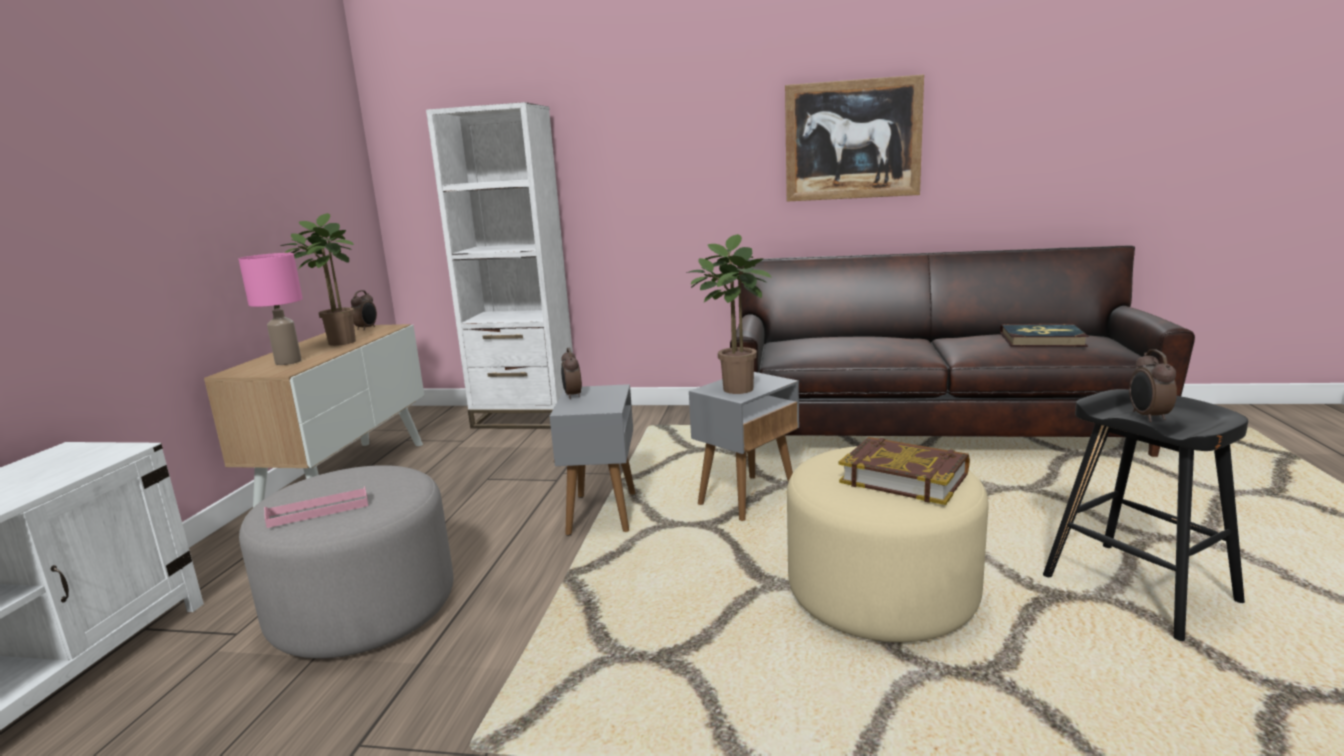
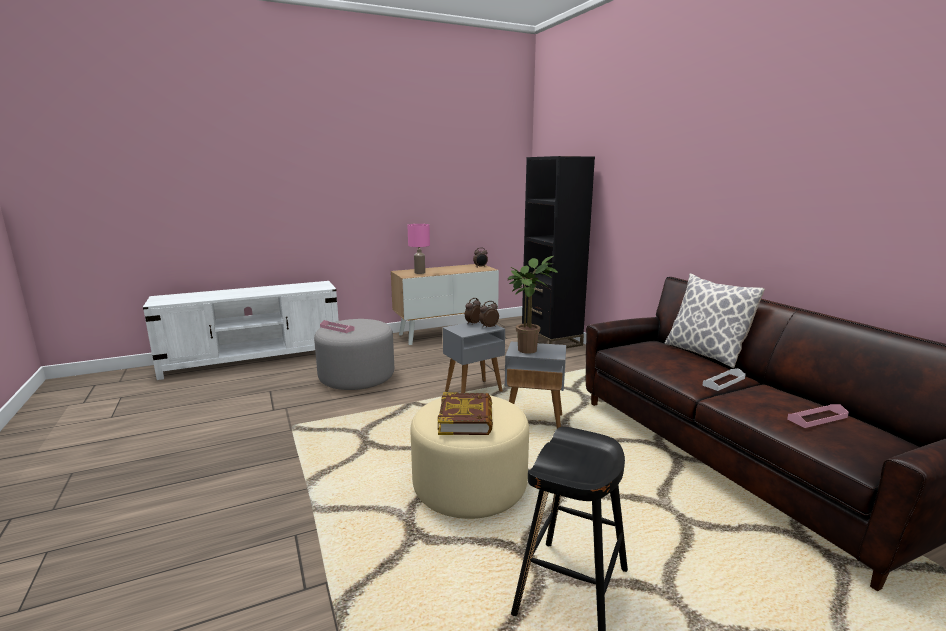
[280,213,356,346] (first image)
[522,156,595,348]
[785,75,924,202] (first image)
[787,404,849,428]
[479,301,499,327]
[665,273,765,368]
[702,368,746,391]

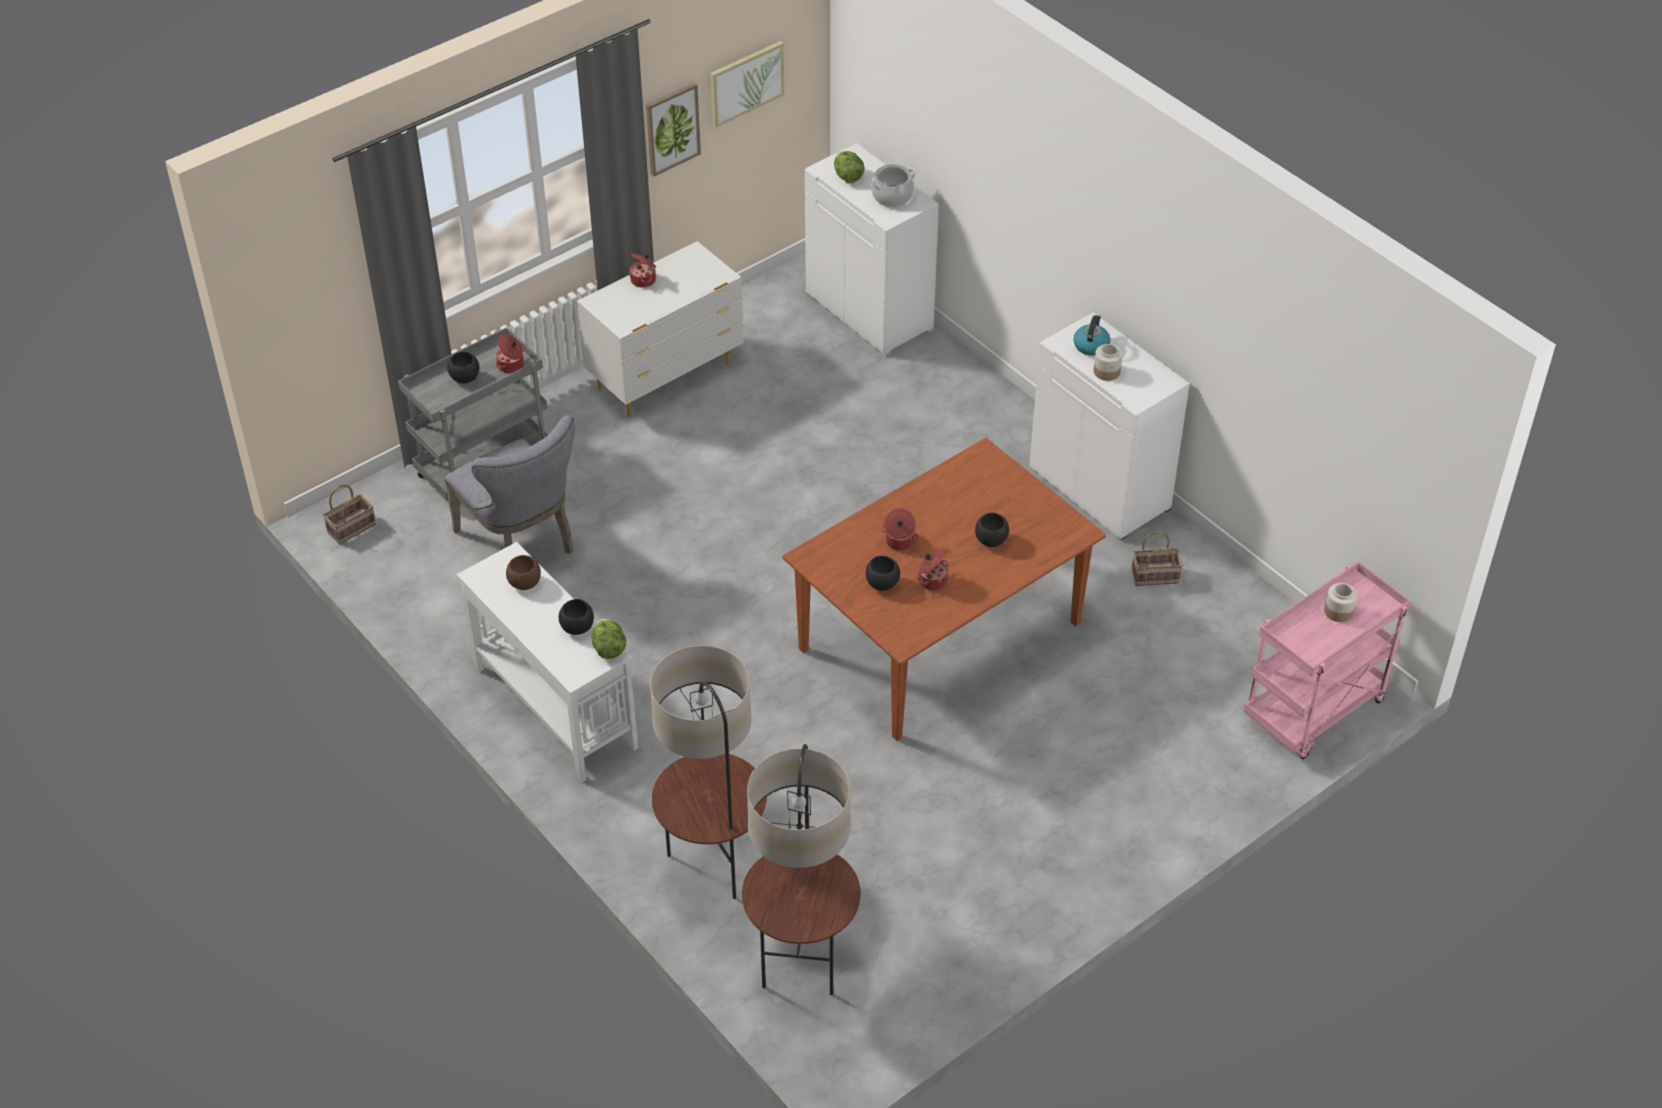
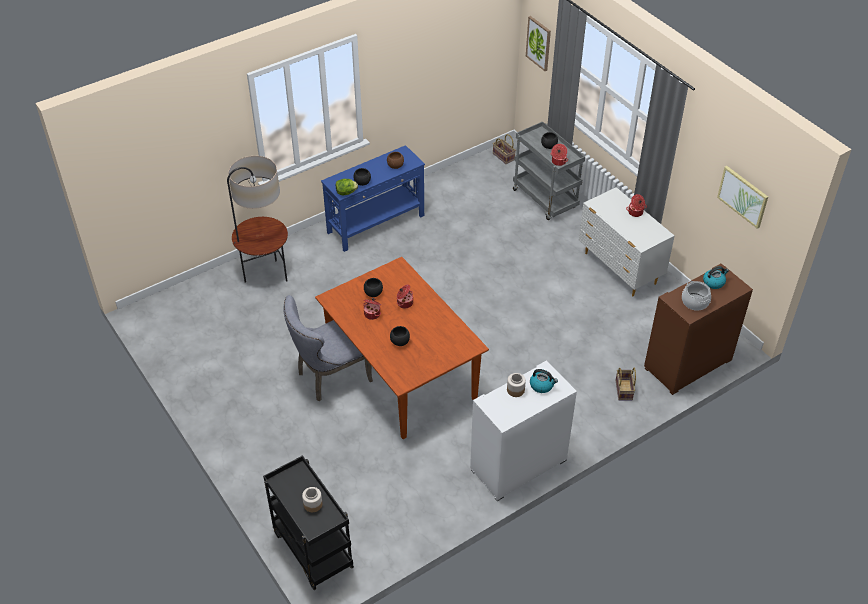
[283,295,373,401]
[321,145,425,252]
[526,16,551,71]
[742,744,861,995] (first image)
[644,264,753,395]
[703,266,729,289]
[616,368,636,401]
[263,455,354,590]

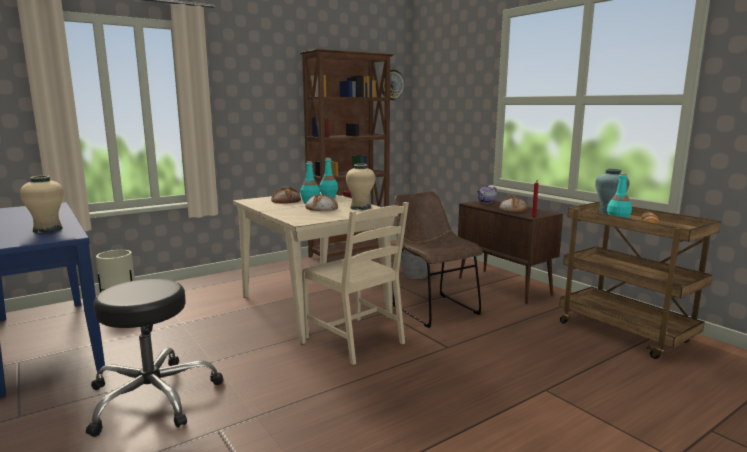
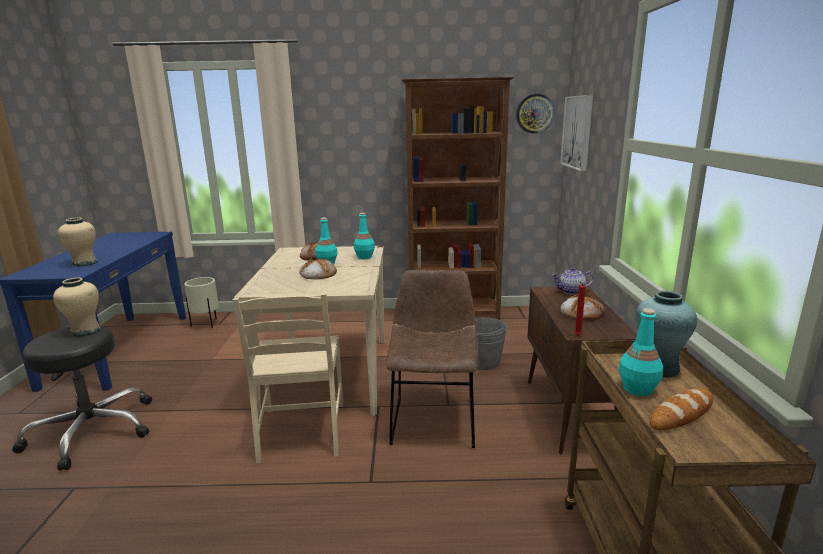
[53,277,100,337]
[560,95,593,171]

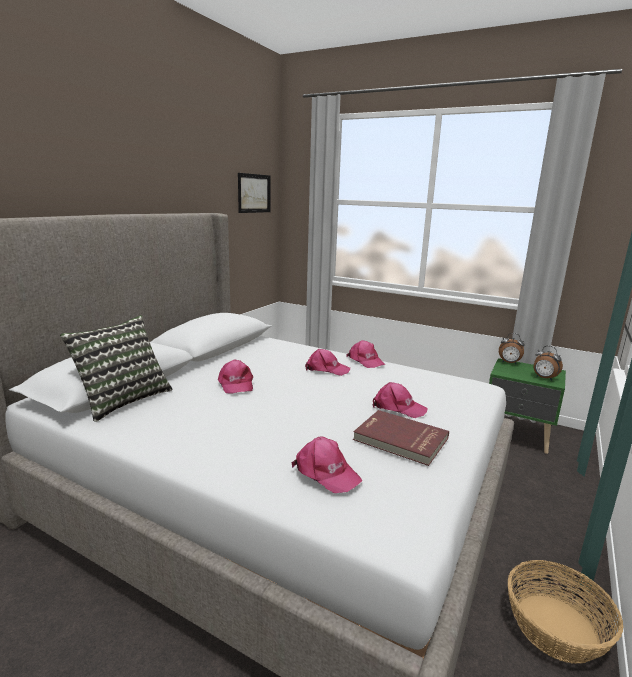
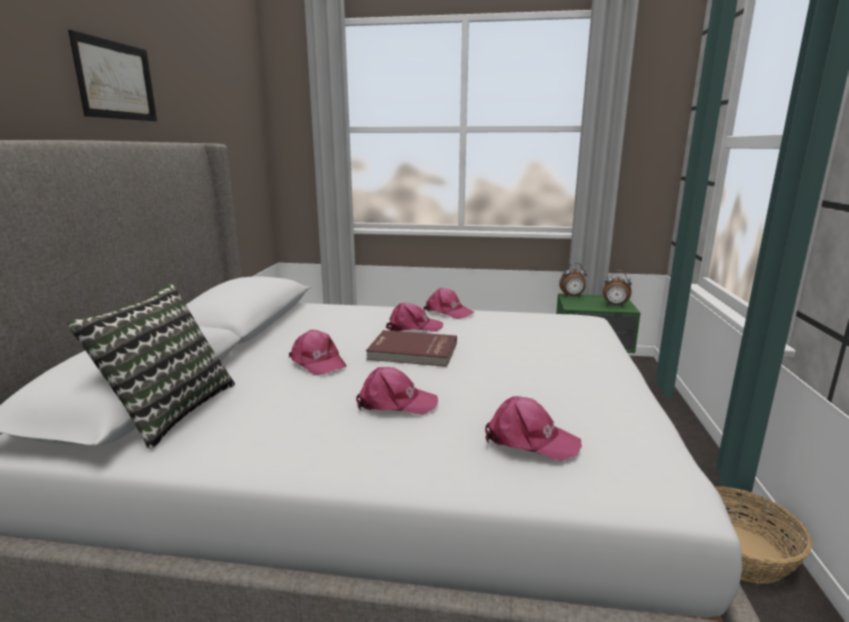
[68,30,157,121]
[366,330,457,367]
[356,367,438,415]

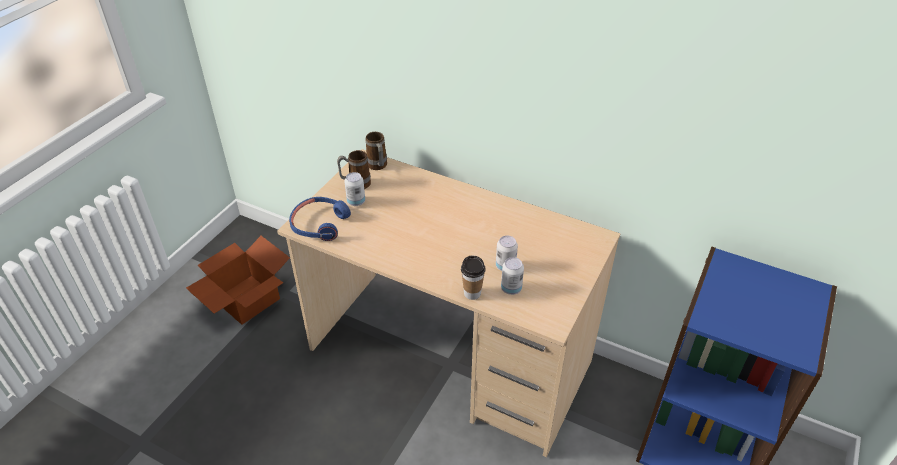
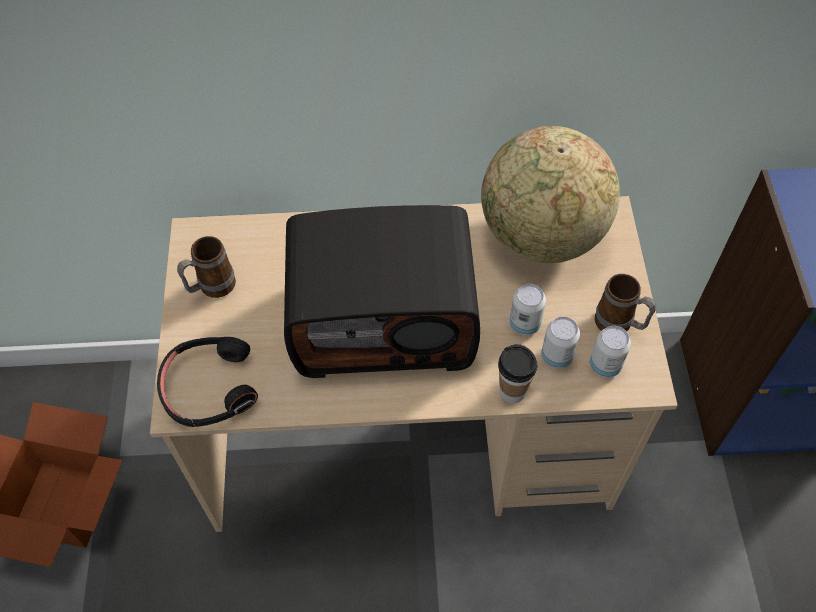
[157,337,258,427]
[590,326,631,378]
[595,274,656,332]
[284,205,480,378]
[481,126,620,263]

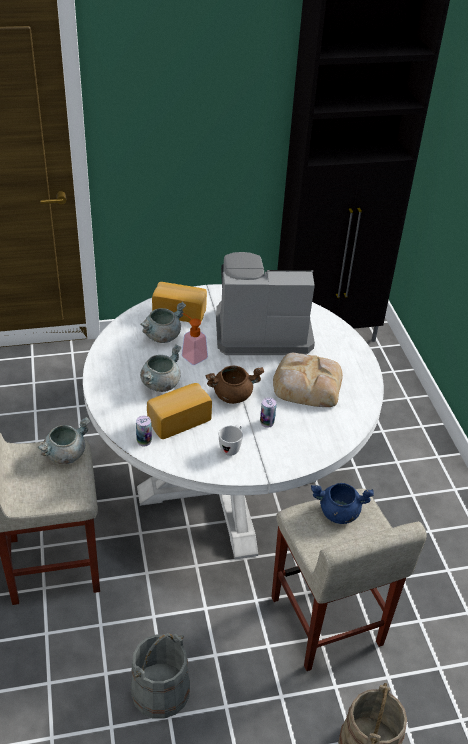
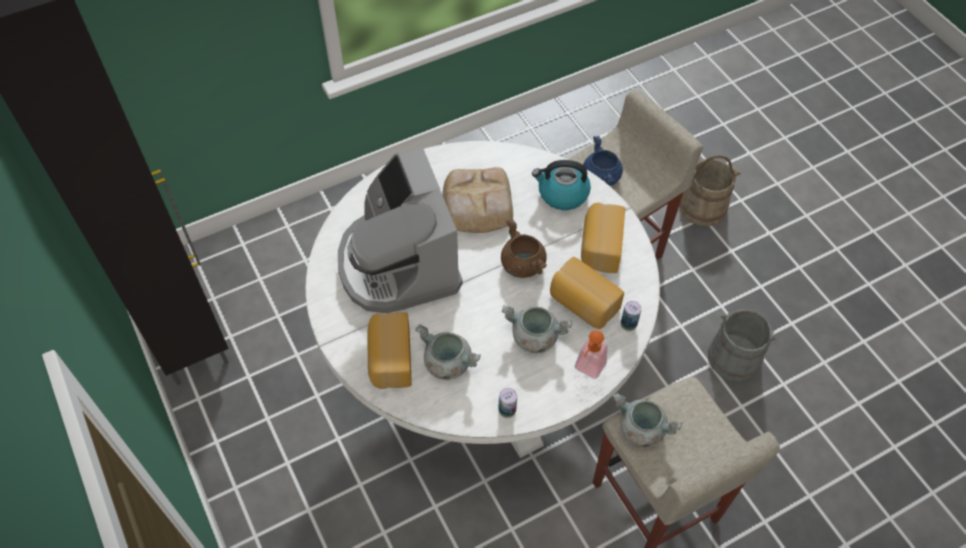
[574,331,608,379]
[581,203,625,273]
[498,388,517,418]
[532,160,591,210]

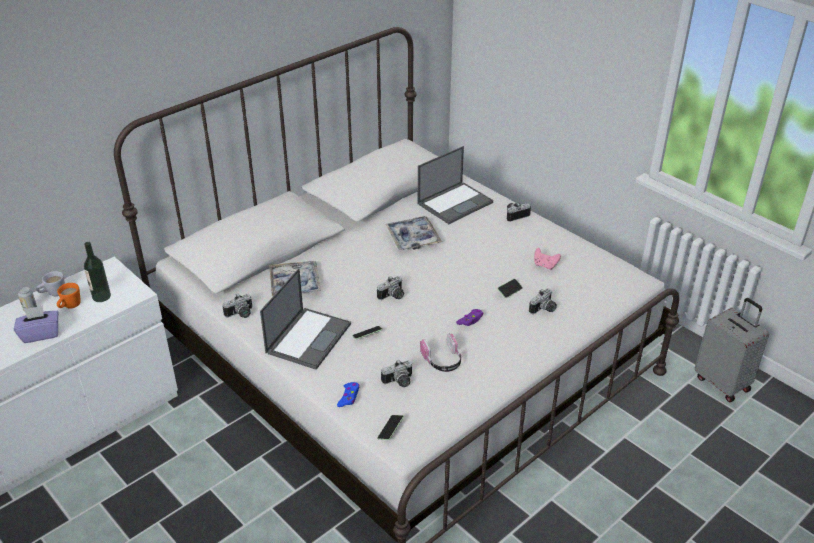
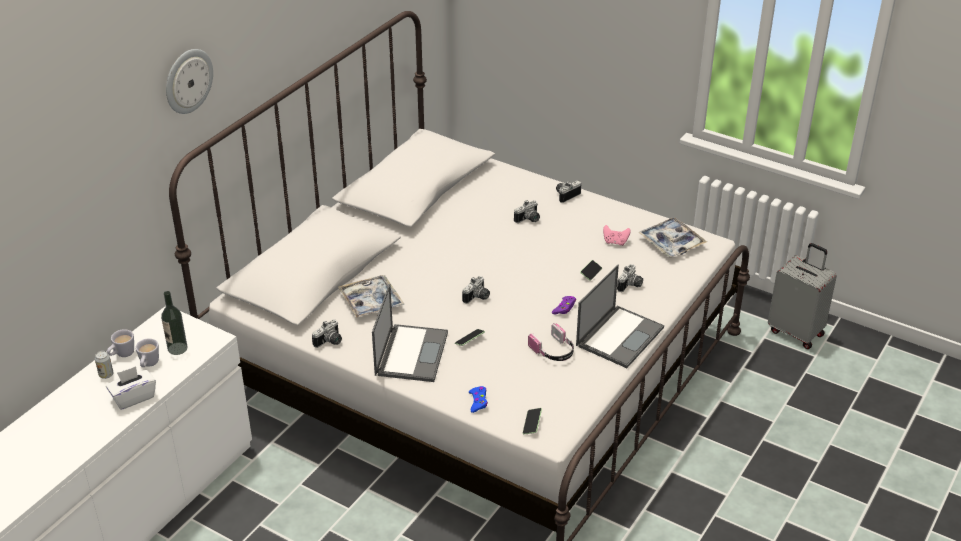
[106,366,156,410]
[135,338,159,367]
[514,200,540,223]
[638,218,707,258]
[576,265,664,368]
[166,49,213,114]

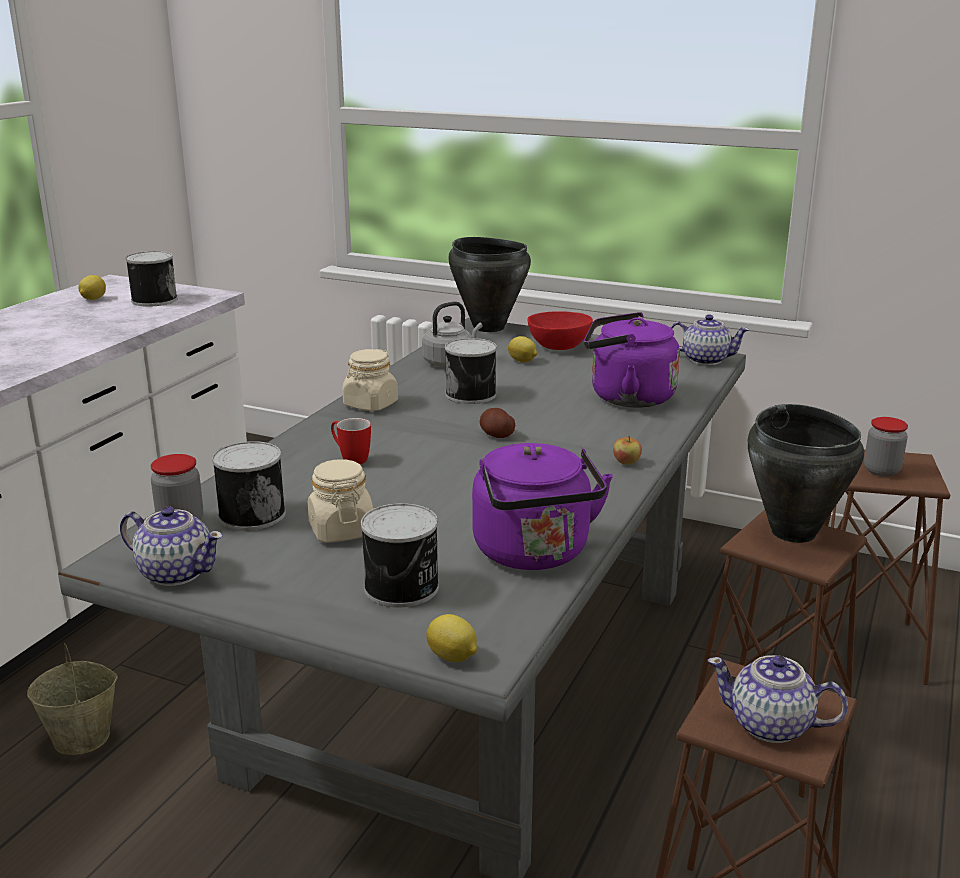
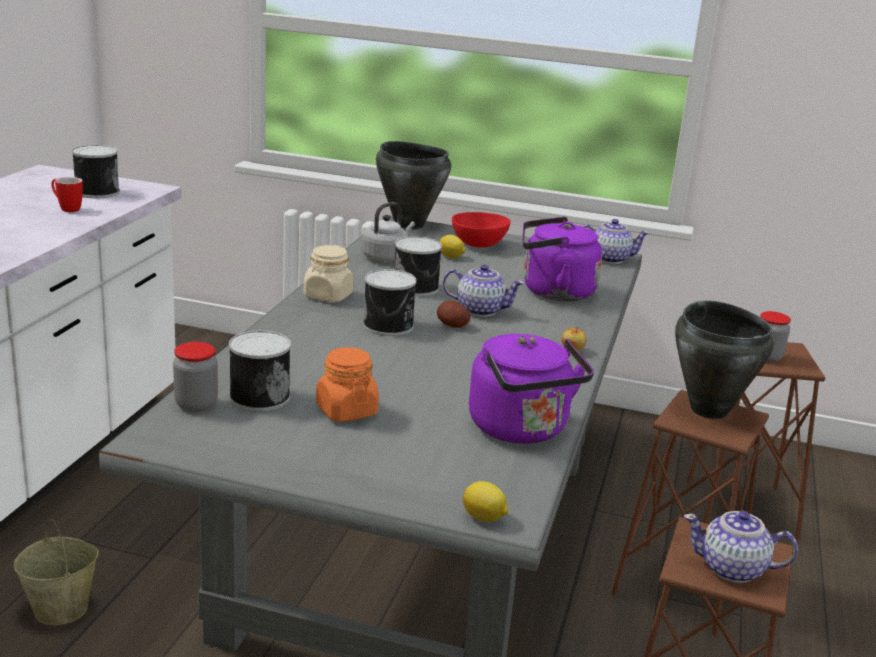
[78,275,106,300] (first image)
[443,264,525,317]
[316,347,379,422]
[51,177,83,212]
[363,269,417,336]

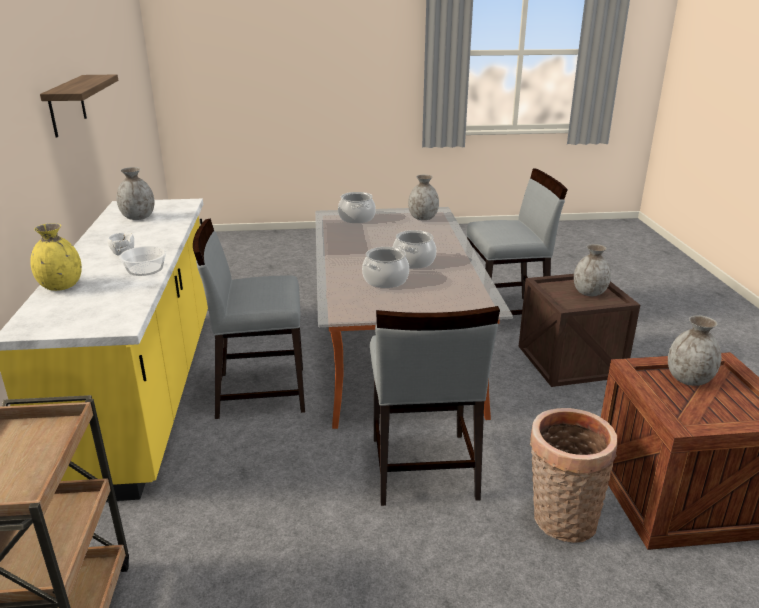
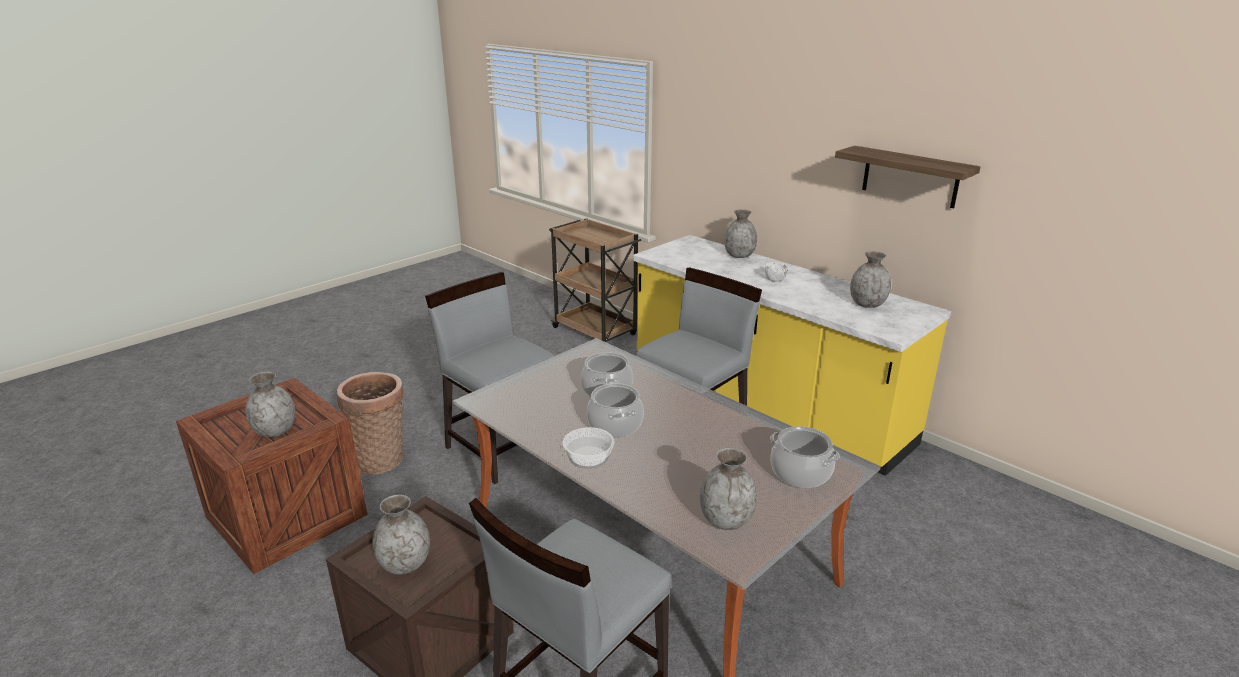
[724,209,757,258]
[563,427,615,469]

